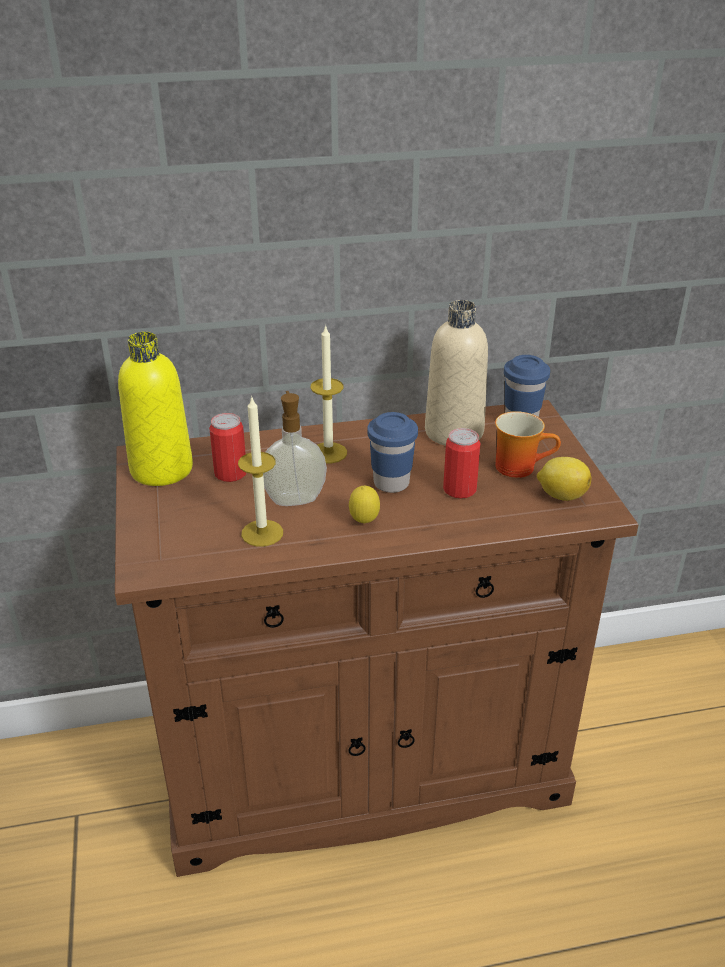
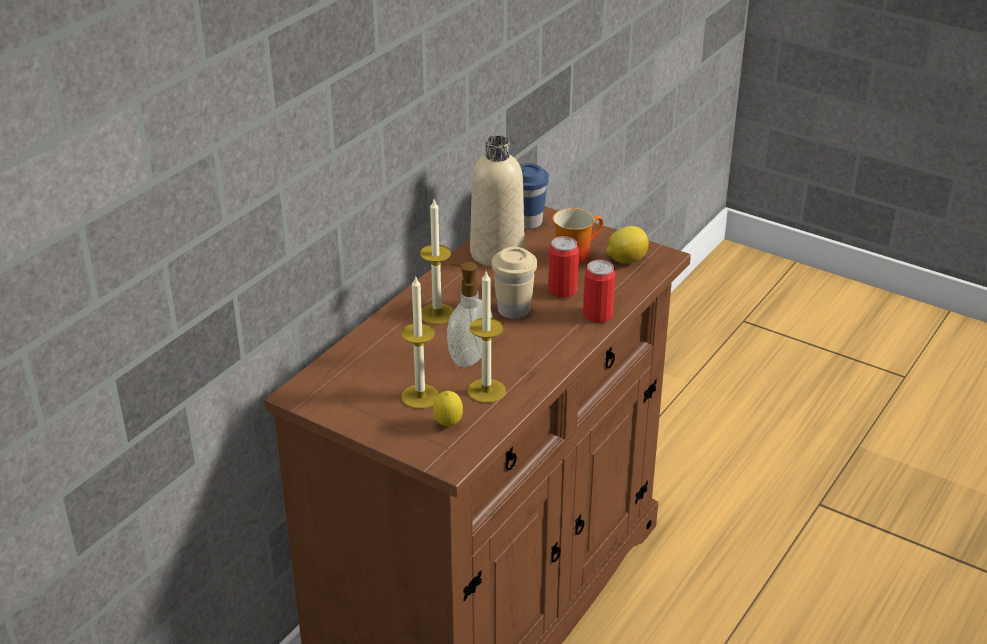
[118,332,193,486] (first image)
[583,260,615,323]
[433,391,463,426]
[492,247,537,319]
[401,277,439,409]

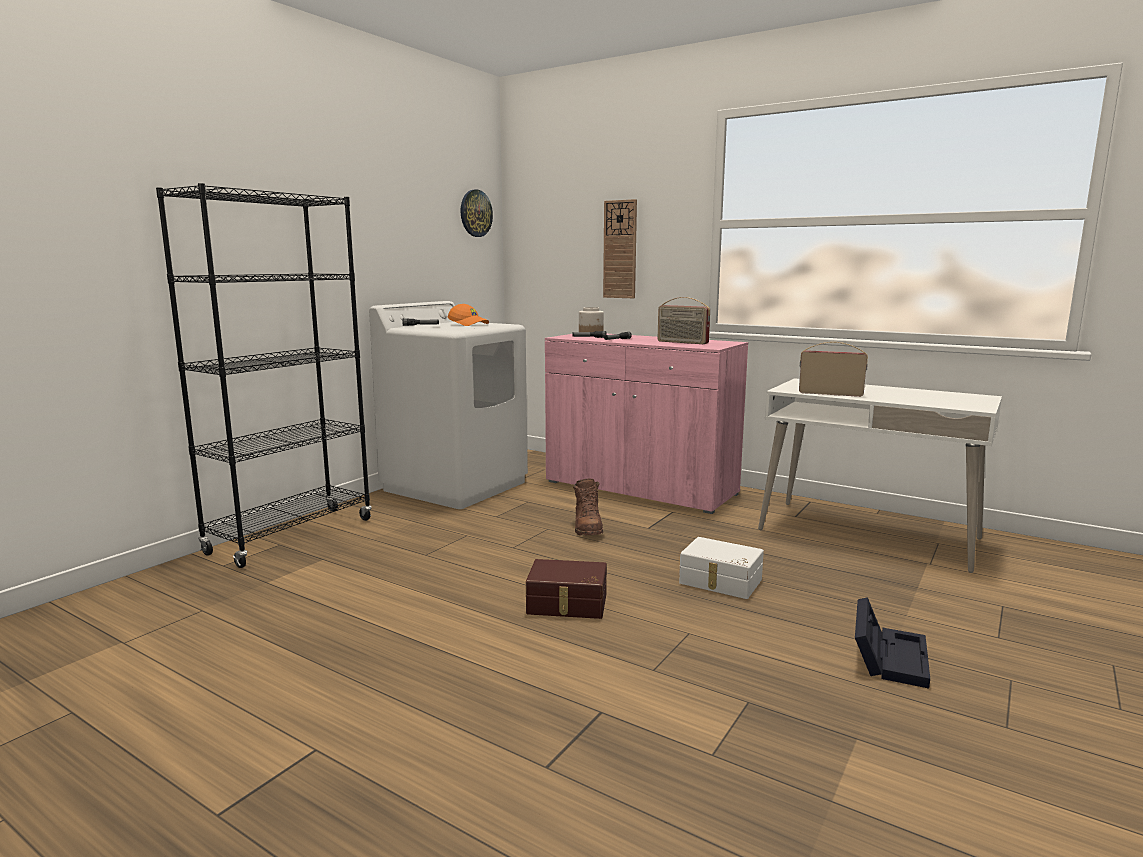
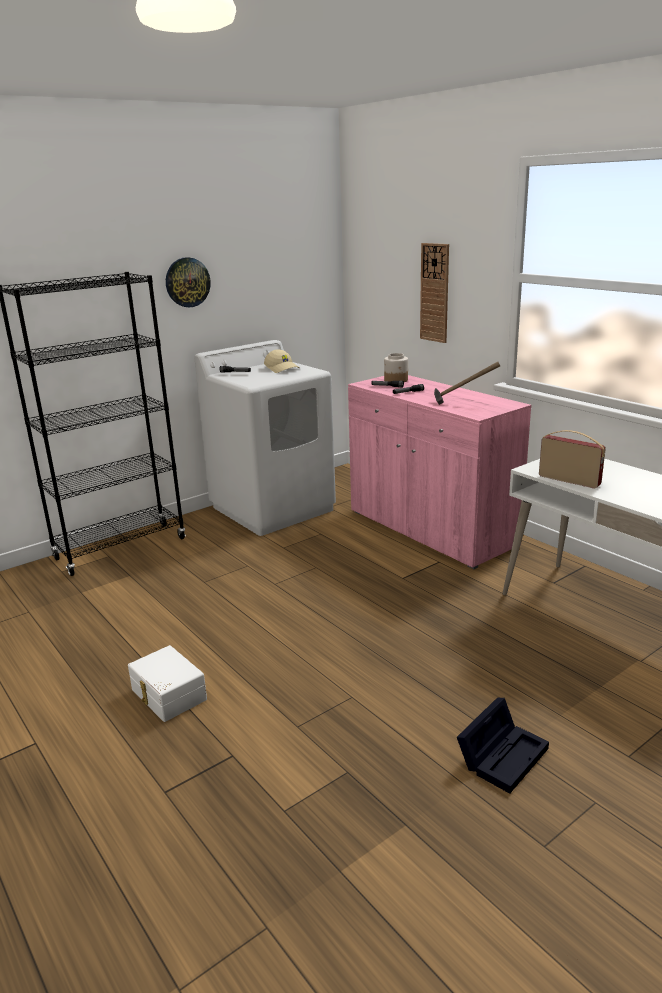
[264,349,300,373]
[166,257,211,307]
[526,559,607,619] (first image)
[573,478,603,536] (first image)
[434,362,500,405]
[128,645,207,722]

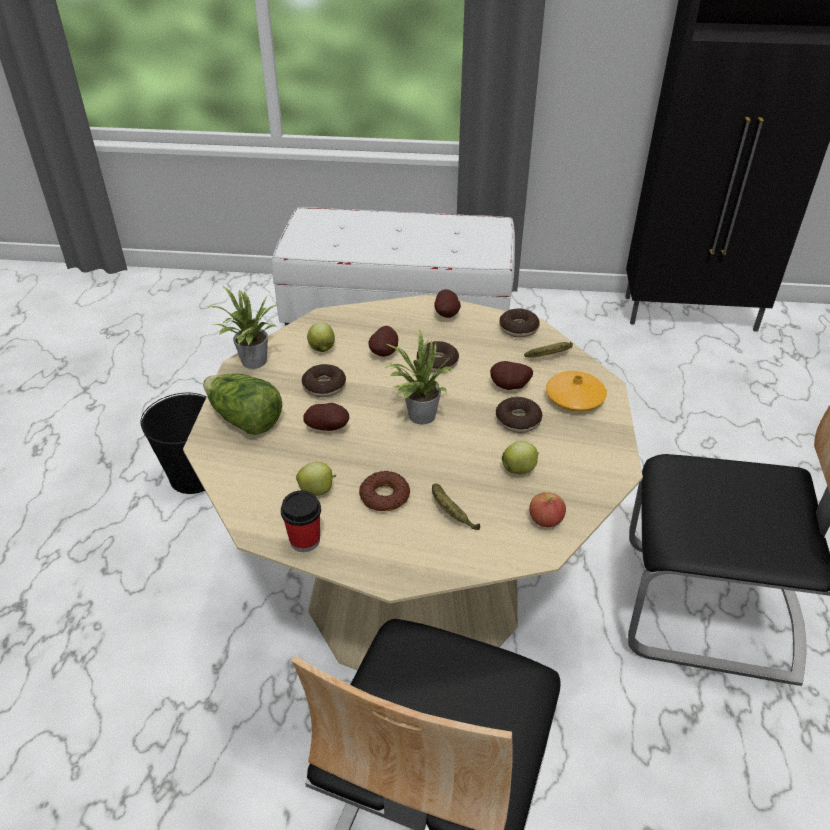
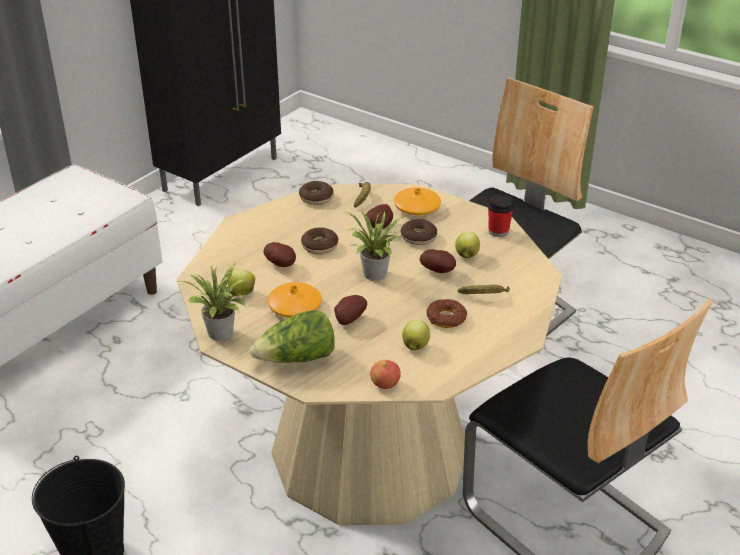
[488,194,514,237]
[267,282,322,318]
[420,249,456,273]
[370,360,401,389]

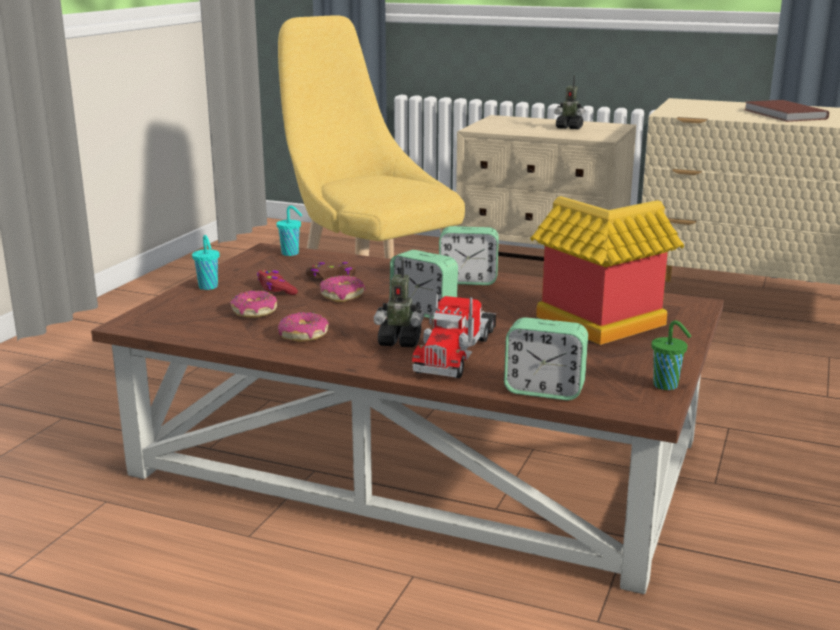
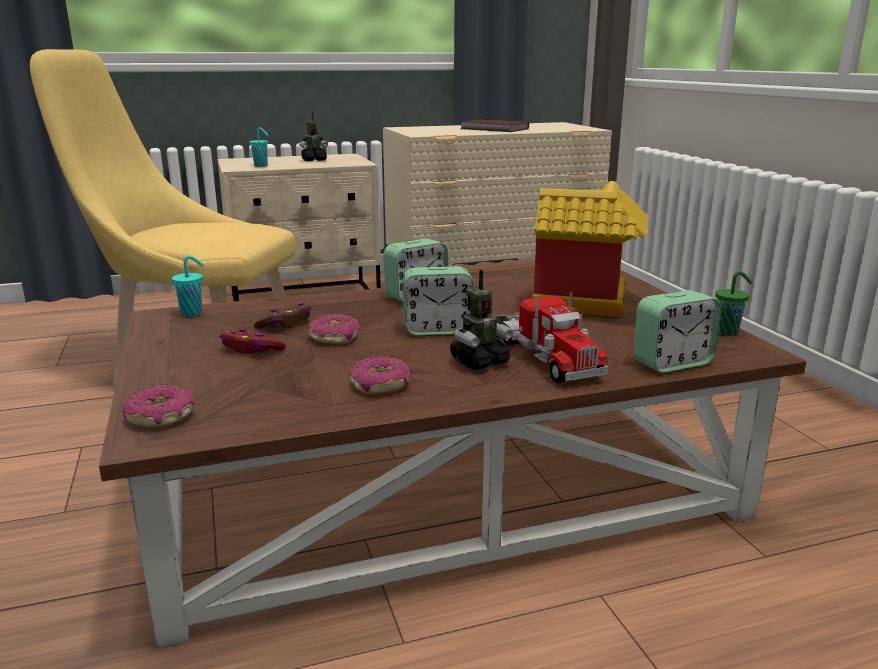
[249,127,268,167]
[123,384,195,428]

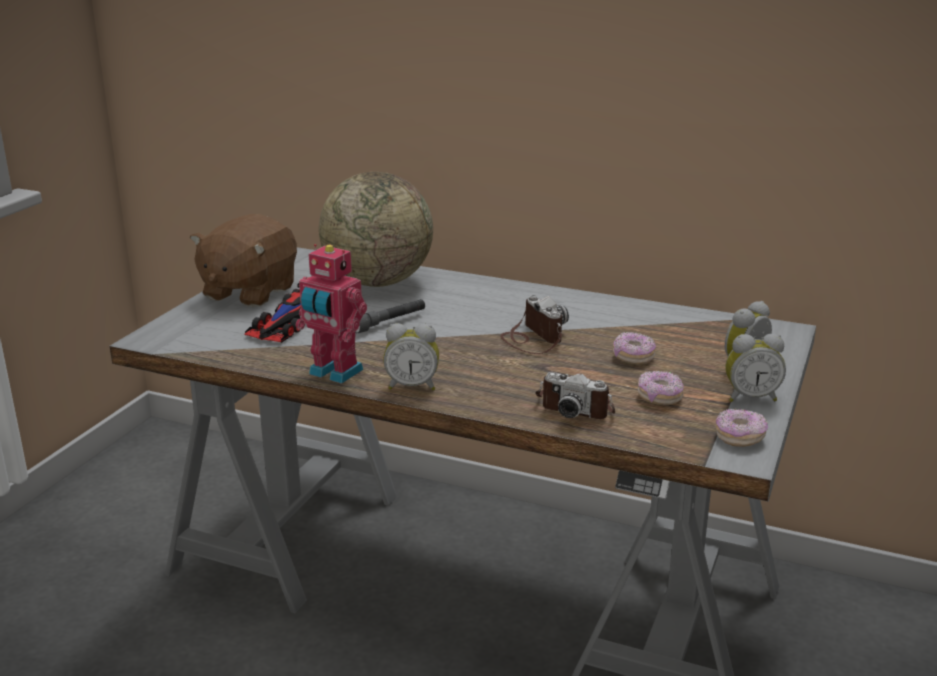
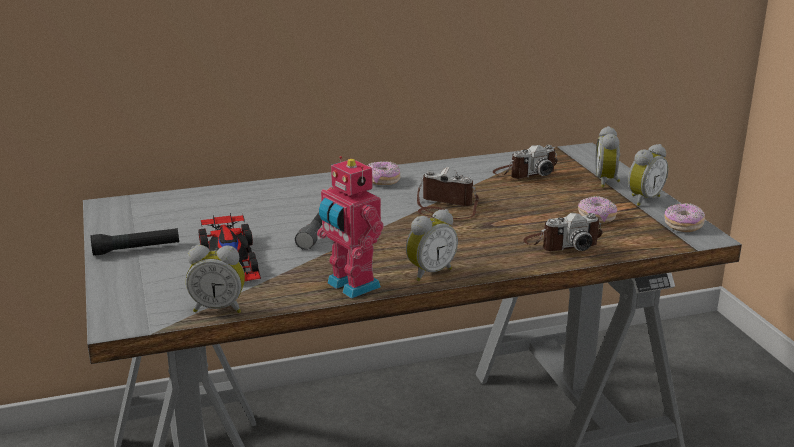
[91,228,179,256]
[317,156,383,299]
[319,172,433,287] (first image)
[367,161,401,185]
[186,245,245,313]
[493,145,558,179]

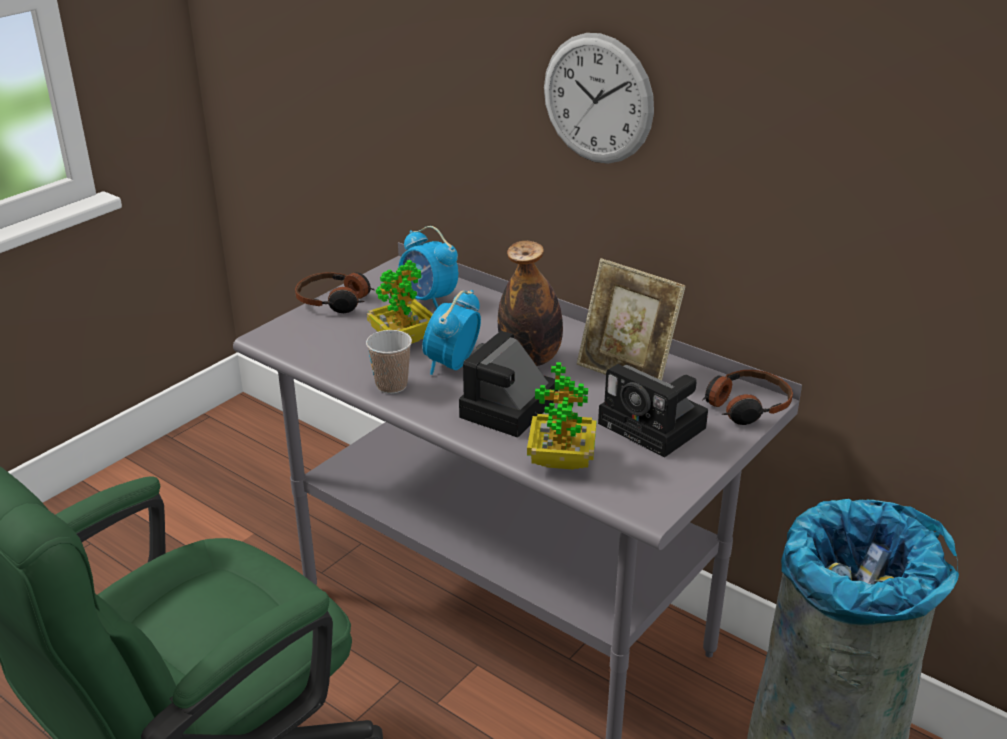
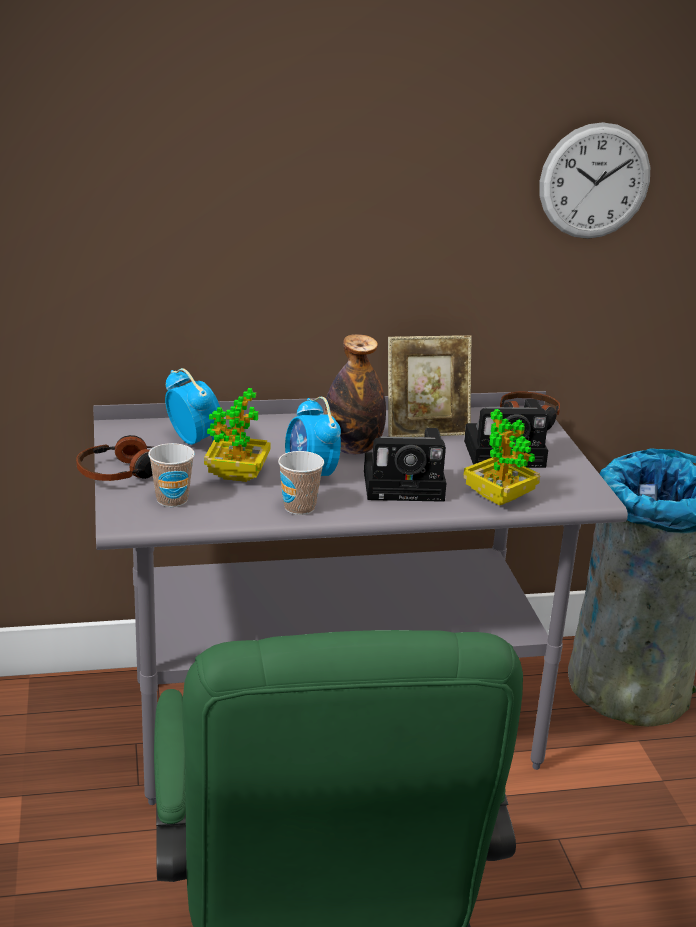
[165,368,220,445]
[364,428,447,502]
[539,122,650,239]
[148,443,195,507]

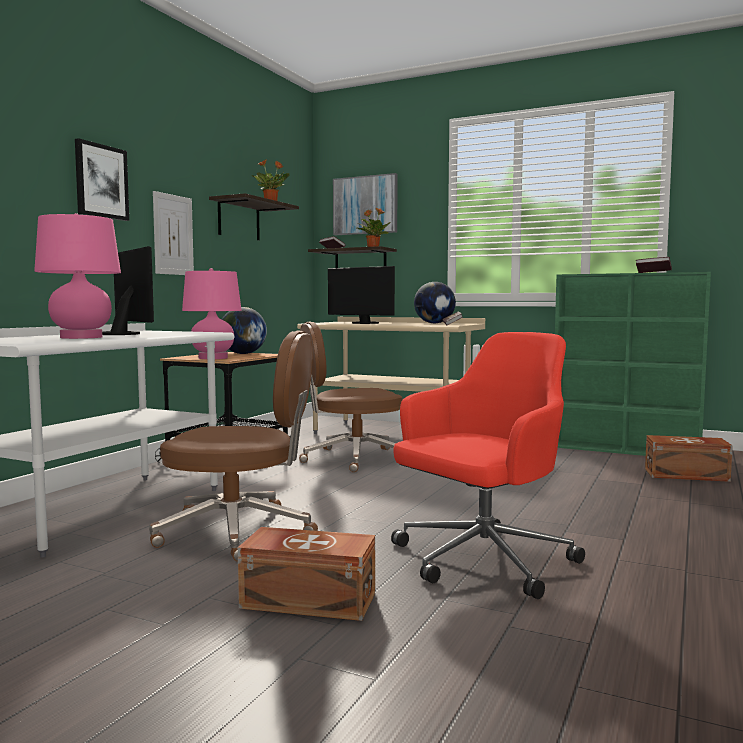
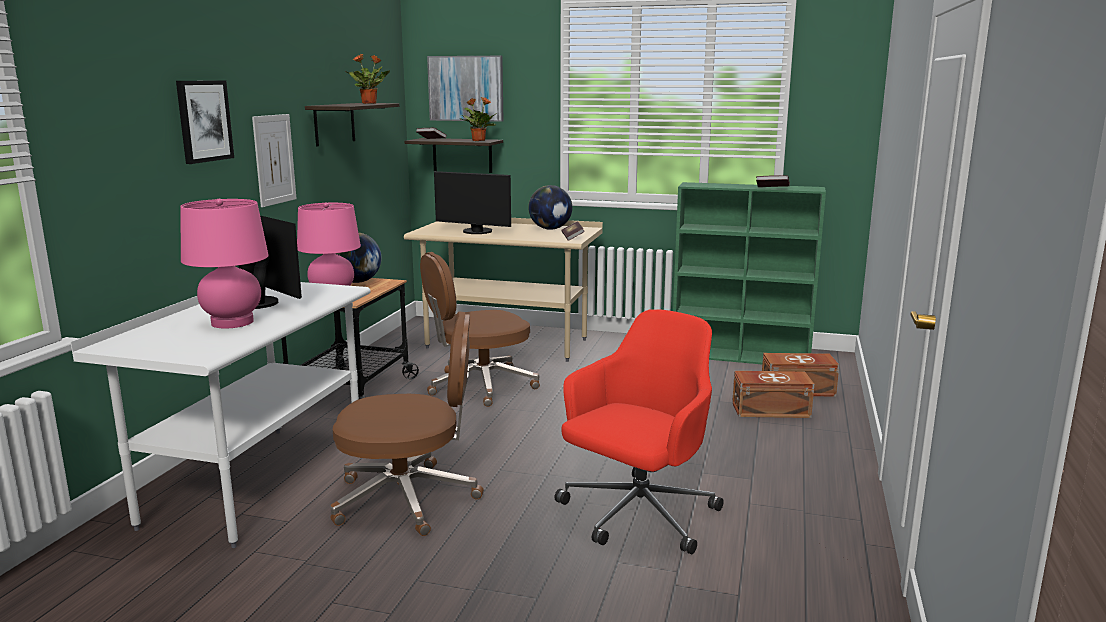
[732,371,814,418]

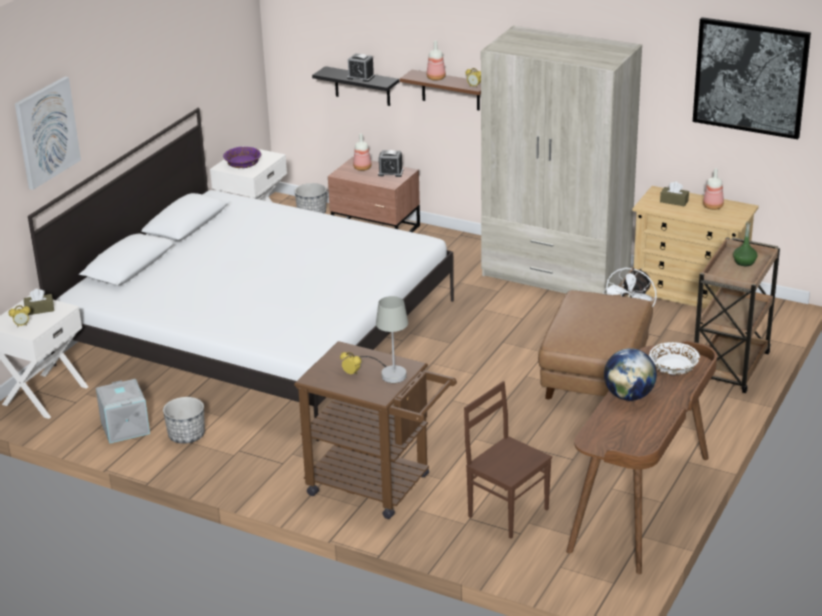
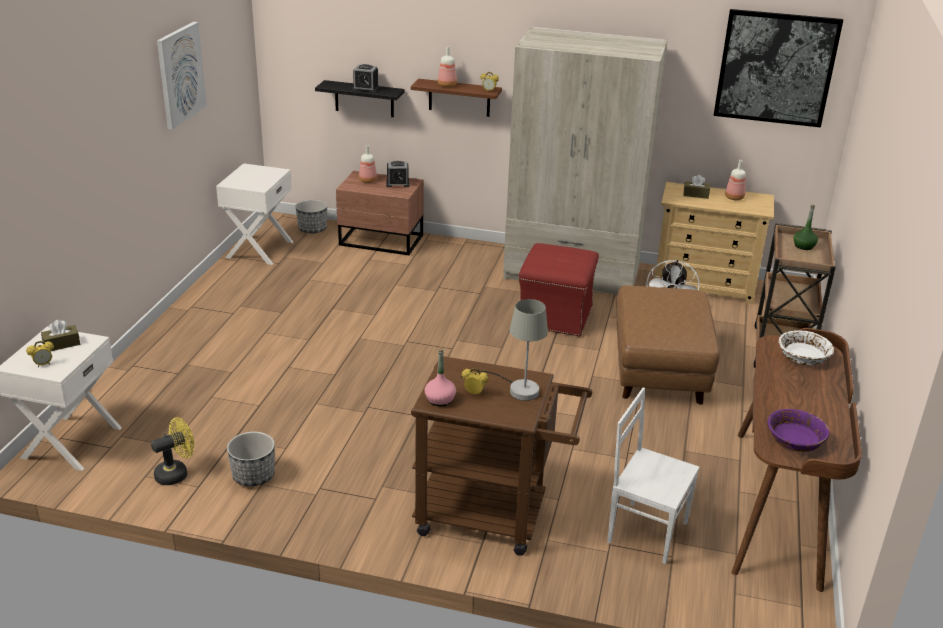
[157,22,207,130]
[28,108,454,441] (first image)
[151,417,194,485]
[767,409,830,452]
[607,388,700,564]
[604,348,657,401] (first image)
[425,348,456,406]
[519,243,599,337]

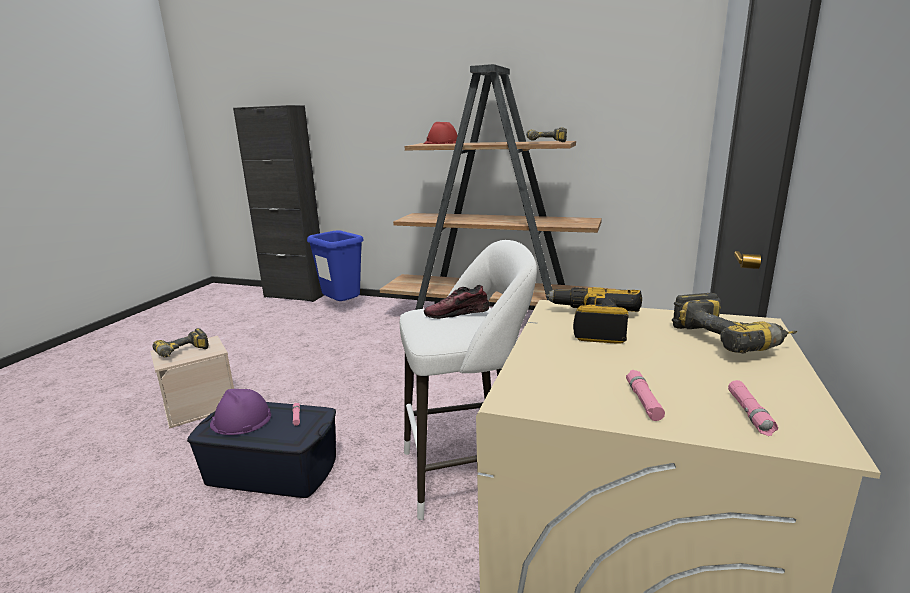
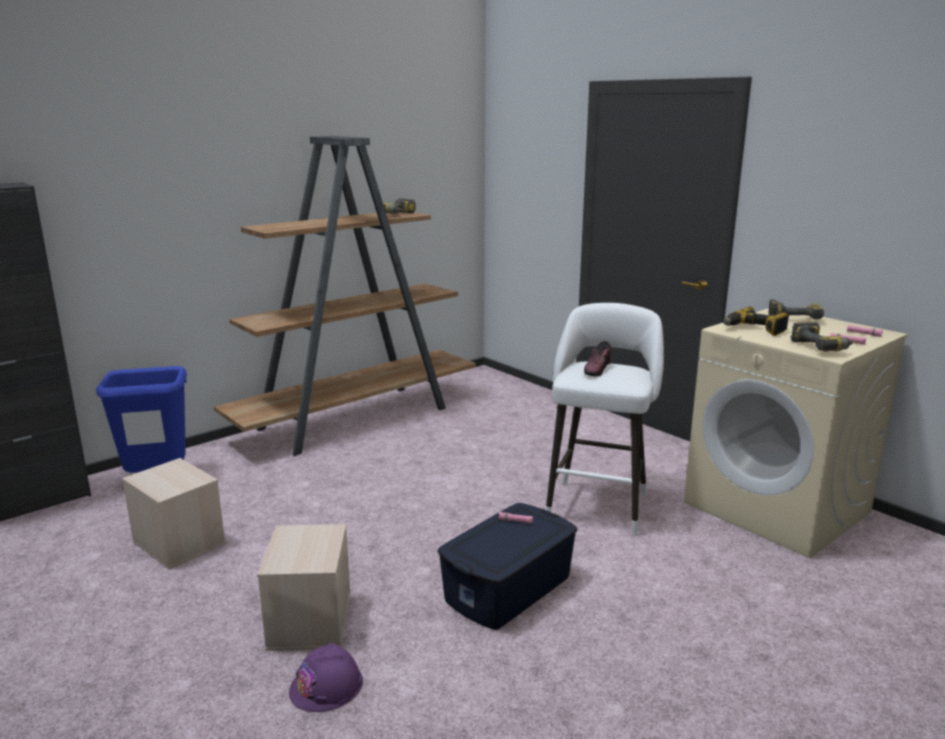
[791,322,858,352]
[289,643,363,712]
[424,122,458,144] (first image)
[122,458,226,570]

